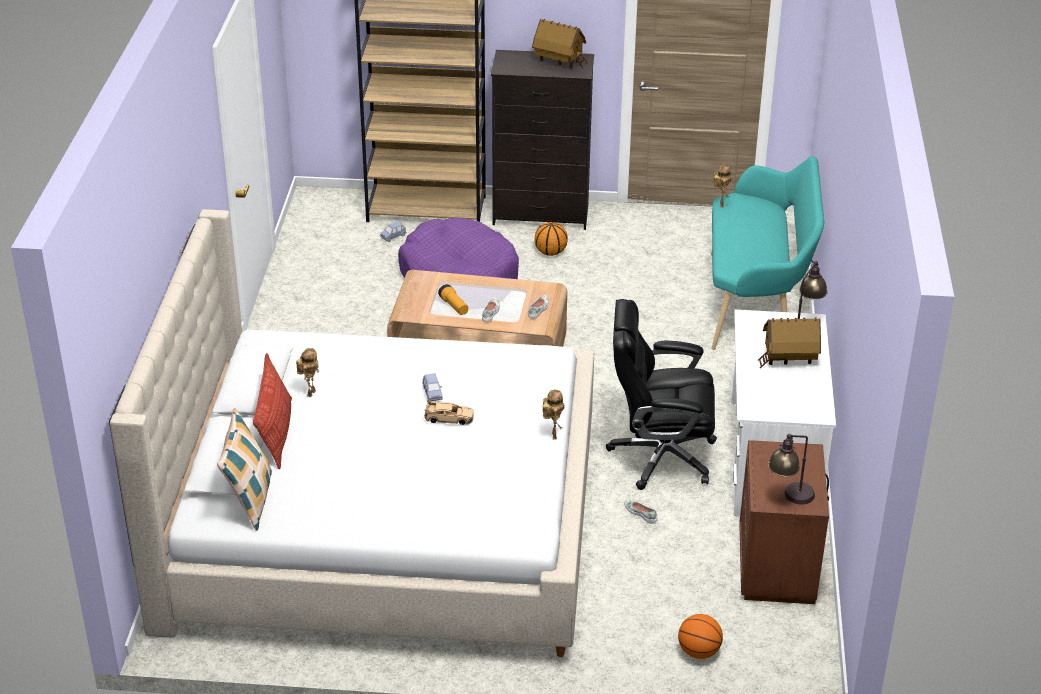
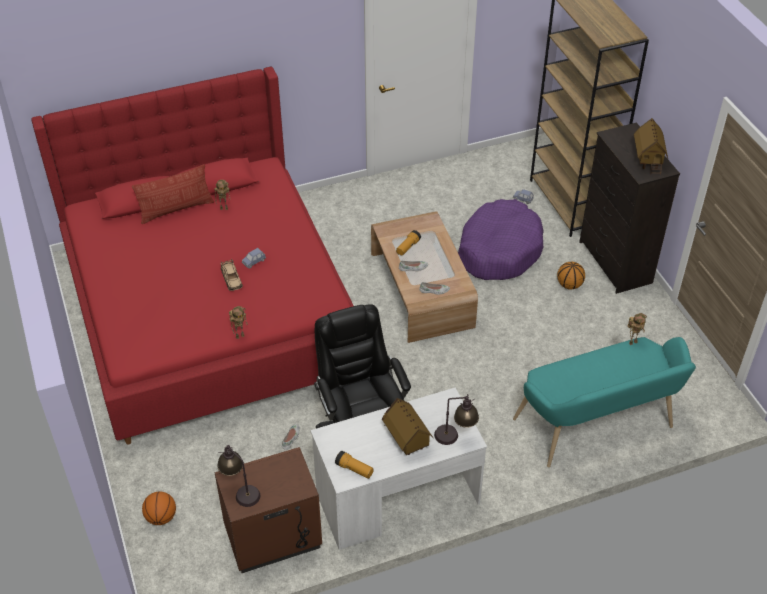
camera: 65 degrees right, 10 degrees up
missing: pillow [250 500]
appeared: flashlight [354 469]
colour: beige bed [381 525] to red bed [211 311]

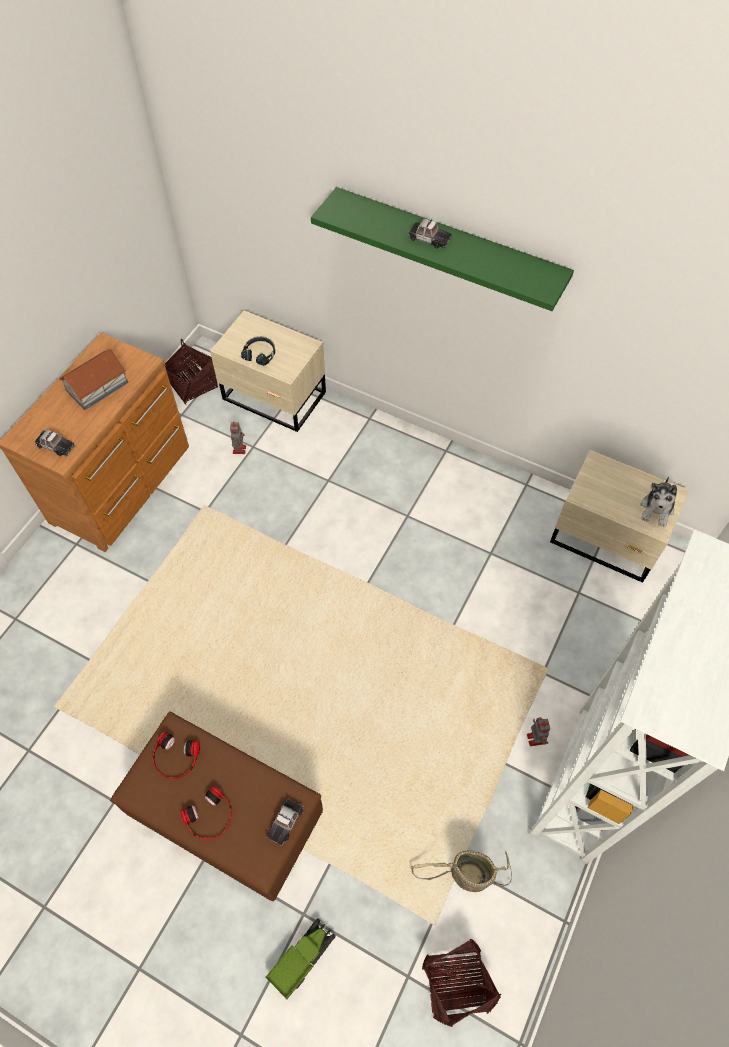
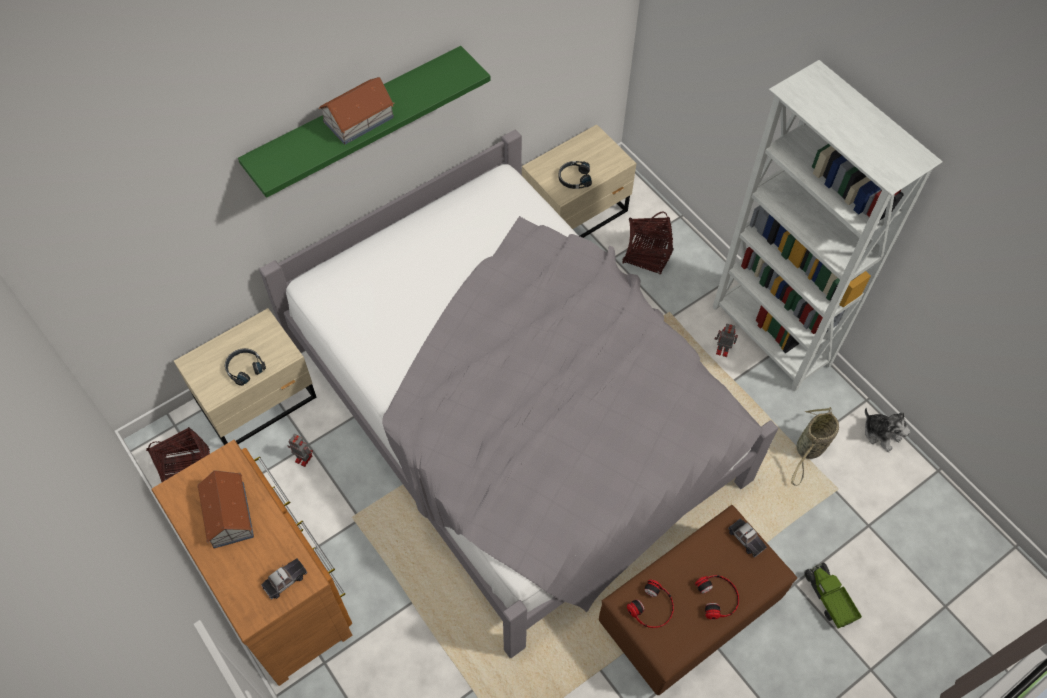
camera: 65 degrees left, 0 degrees up
appeared: grey bed [516 414]; black headphones [574 178]
relocated: plush toy [656 509] to [881 434]; basket [457 984] to [647 254]
exchanged: toy car [429 238] to toy house [357 119]

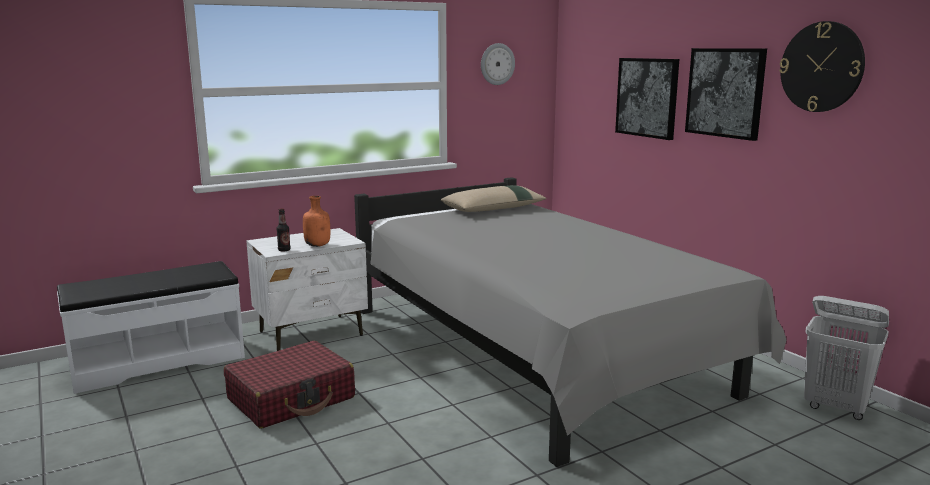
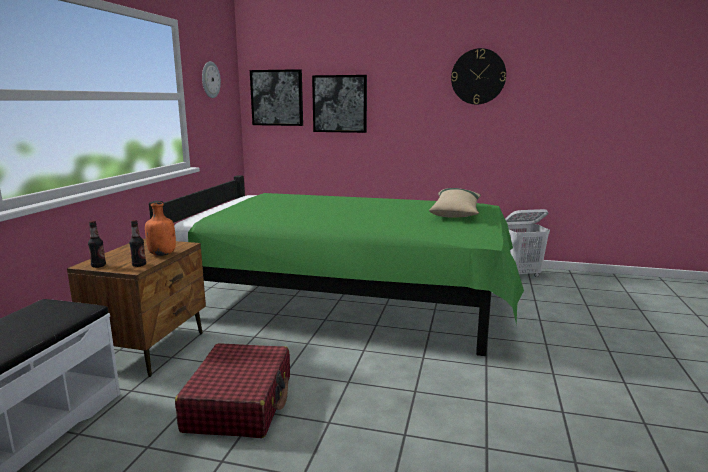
camera: 45 degrees left, 0 degrees up
appeared: bottle [98 266]
relocated: picture [725 92] to [277 98]; beige pillow [494 209] to [456 212]
colour: grey bed [536 354] to green bed [349 300]; white nightstand [312 334] to brown nightstand [151 349]

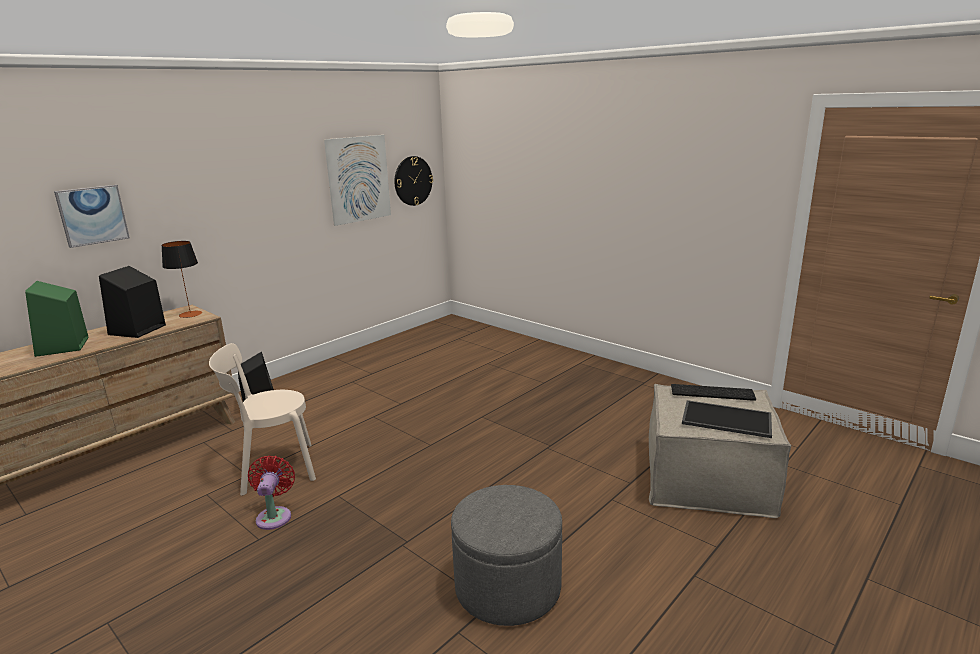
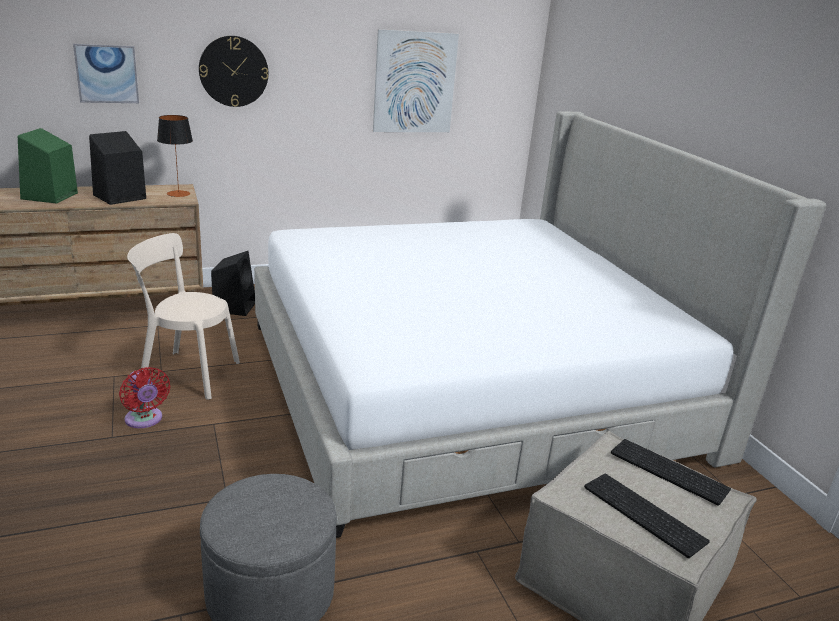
camera: 25 degrees right, 5 degrees up
appeared: bed [470 387]
relocated: wall clock [413 181] to [233 71]
exchanged: tray [725 420] to keyboard [641 514]
spun: red fan [274 516] = [145 420] 120 degrees clockwise

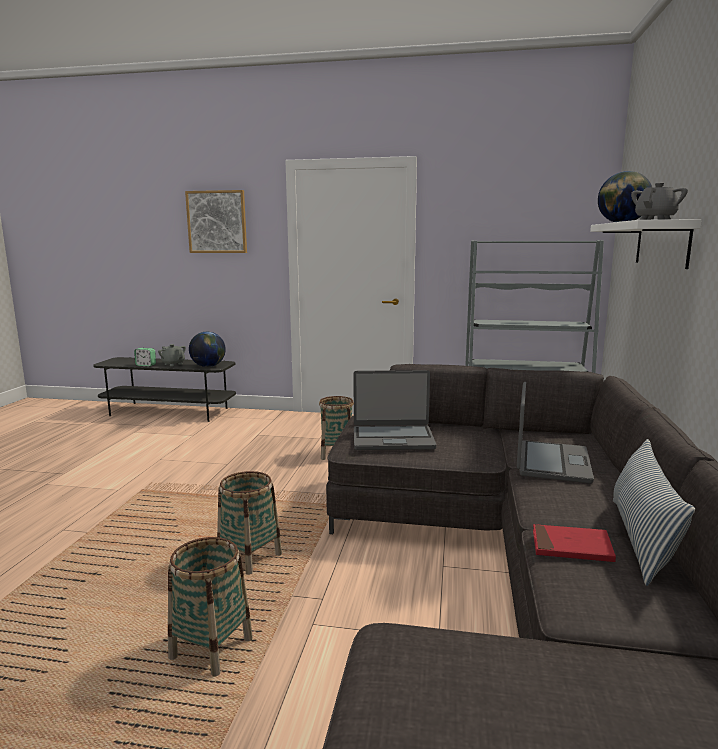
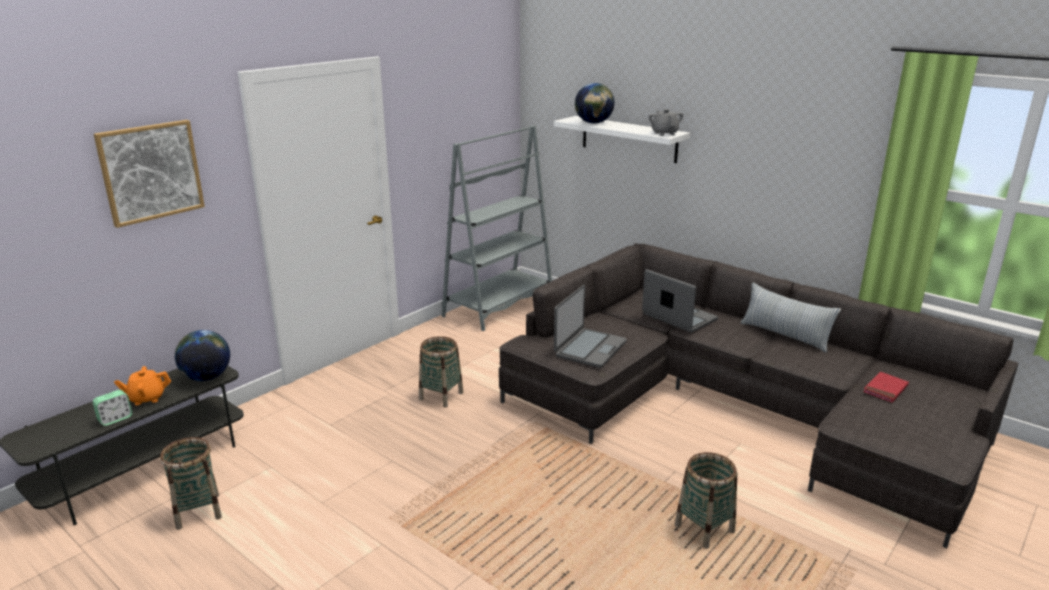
camera: 60 degrees left, 10 degrees up
relocated: basket [250 557] to [198 511]; red book [571 547] to [885 389]
colour: grey teapot [173 364] to orange teapot [146 398]

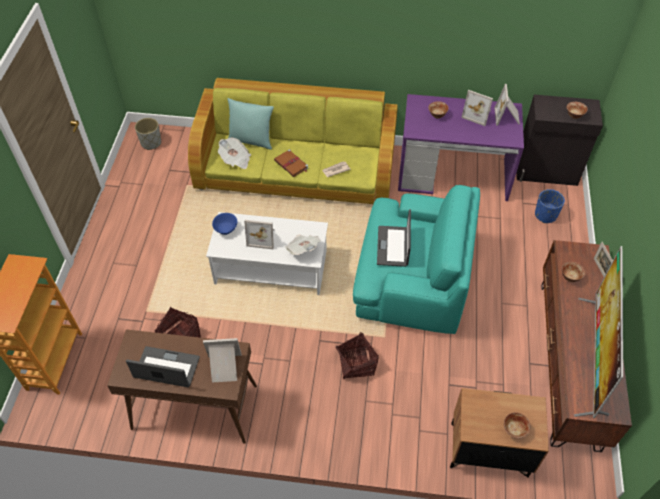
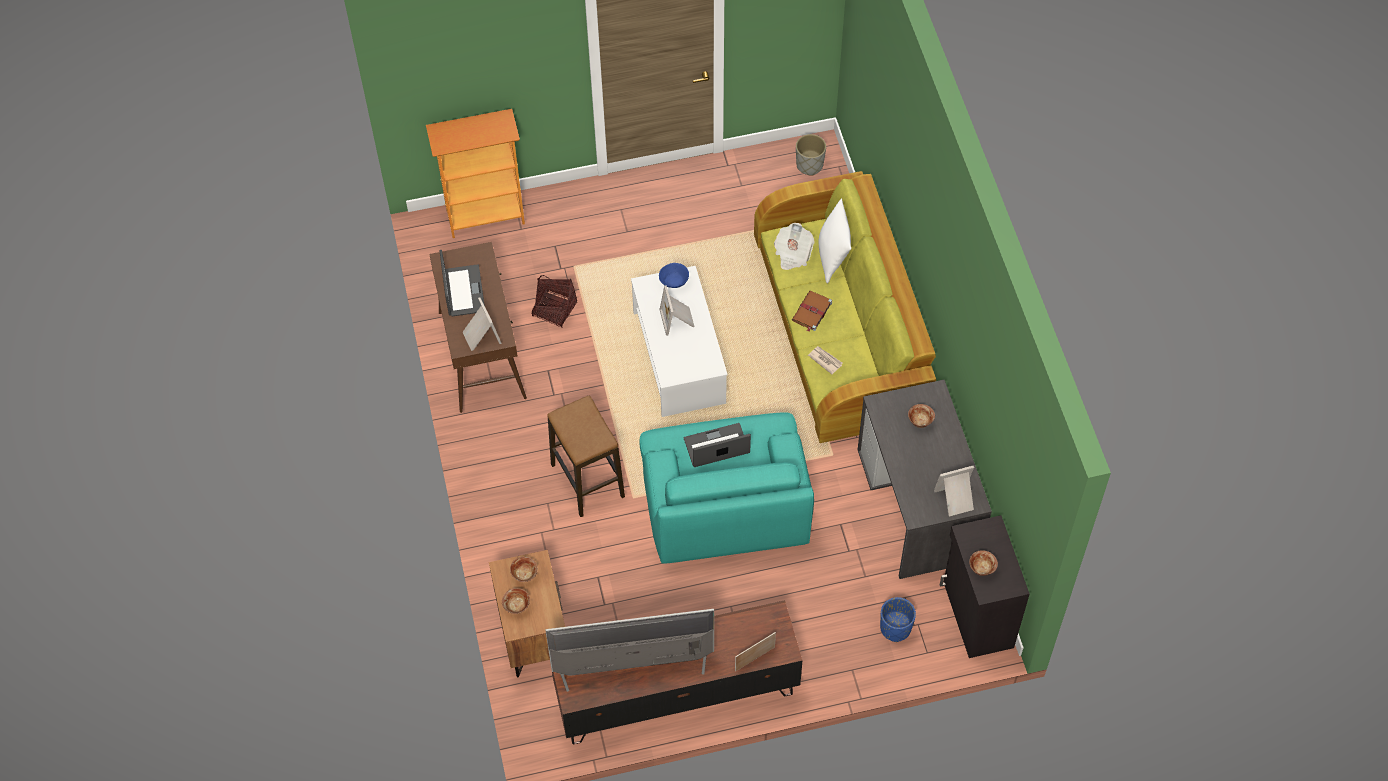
camera: 70 degrees right, 5 degrees up
missing: picture frame [477 114]; newspaper [303 249]
relocated: bowl [570 277] to [524 575]
exchanged: basket [356 364] to stool [588 481]
colour: purple desk [453 173] to grey desk [918 504]; turquoise pillow [251 140] to white pillow [833 258]

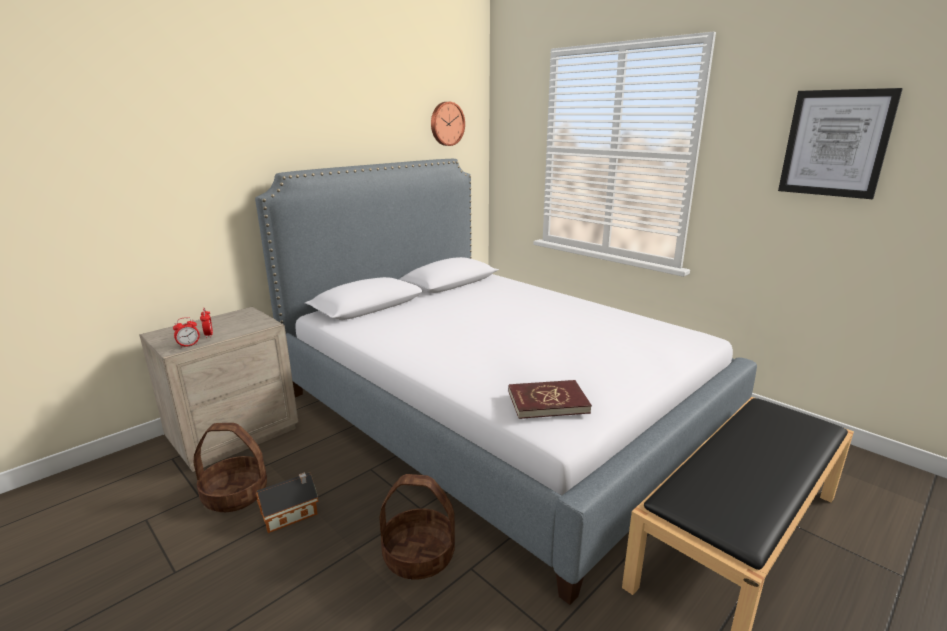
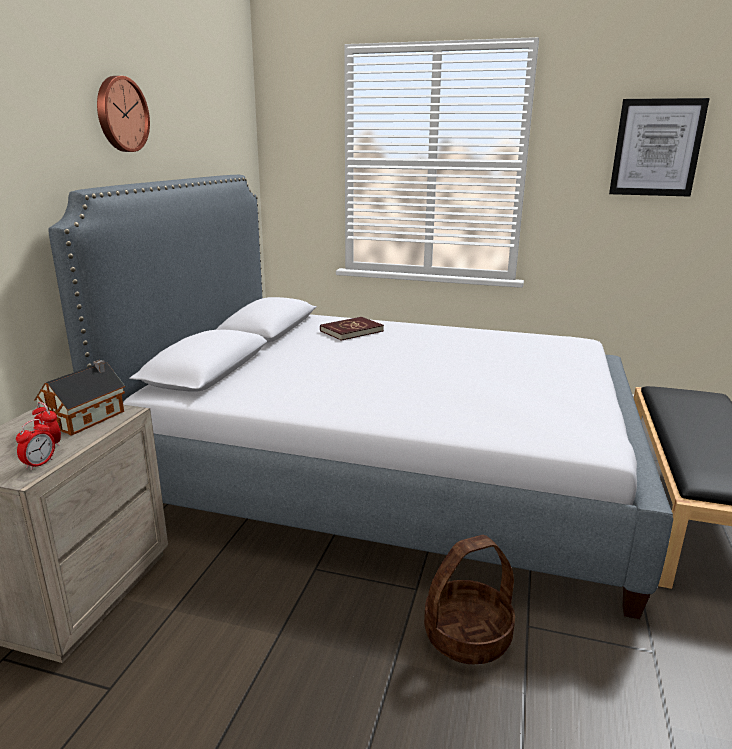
camera: 30 degrees left, 0 degrees up
missing: basket [236 494]
relocated: wall clock [446 124] to [121 114]; red book [548 402] to [351 331]; toy house [291 513] to [88 417]

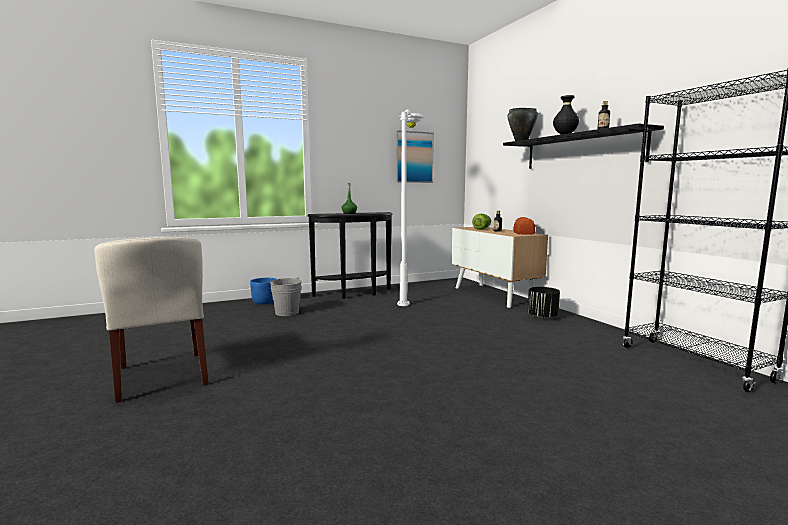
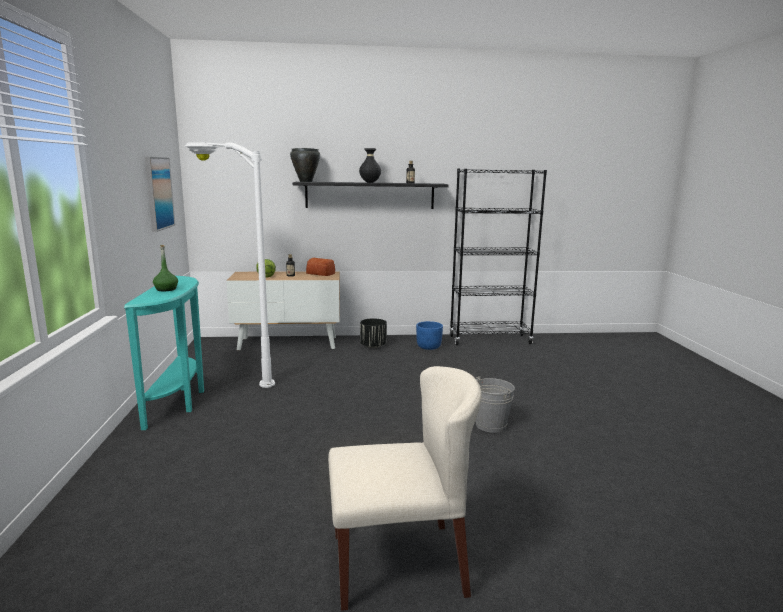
camera: 70 degrees left, 5 degrees up
relocated: grey bucket [287 312] to [490 425]; blue planter [265 302] to [429 347]
colour: black console table [356 294] to turquoise console table [179 401]

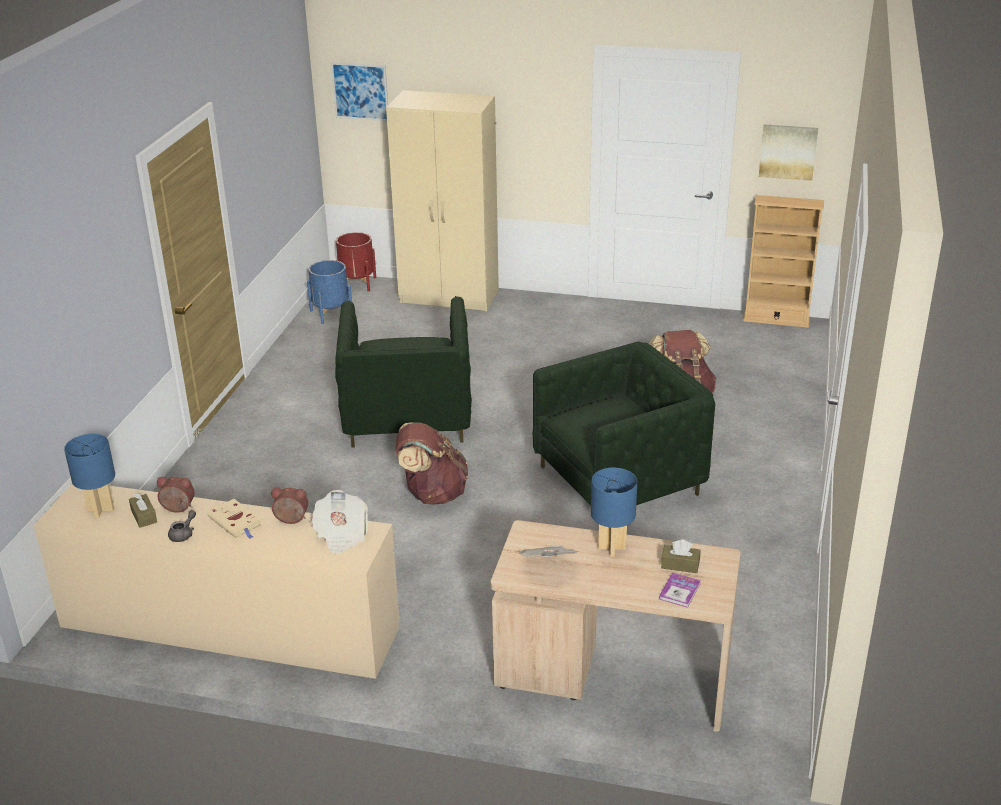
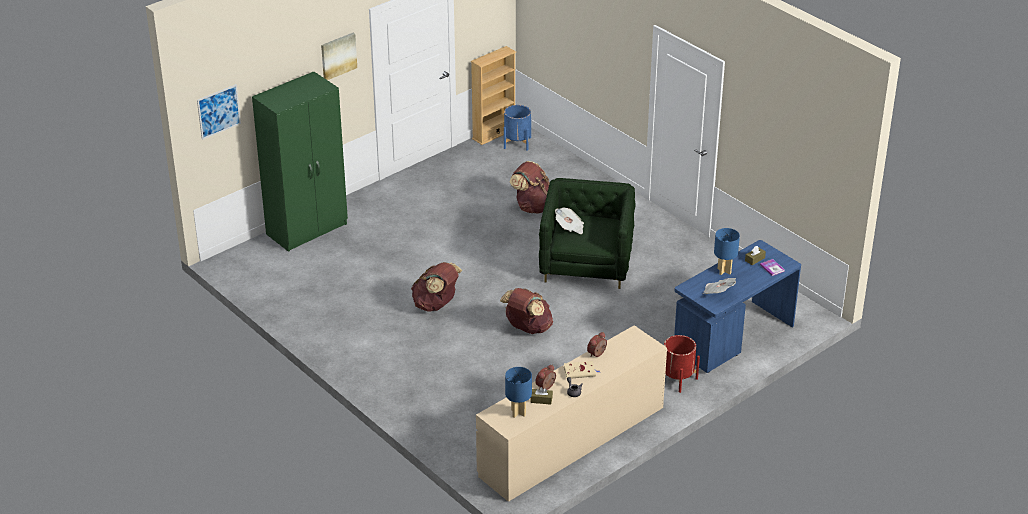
camera: 55 degrees left, 5 degrees up
relocated: picture [788 151] to [338 56]; red planter [357 283] to [677 379]; blue planter [331 313] to [517 143]; newspaper [341 535] to [570 228]
exchanged: green armchair [407 416] to brown backpack [436 305]
colour: beige wardrobe [450 297] to green wardrobe [308 229]; beige desk [612 677] to blue desk [733 338]

